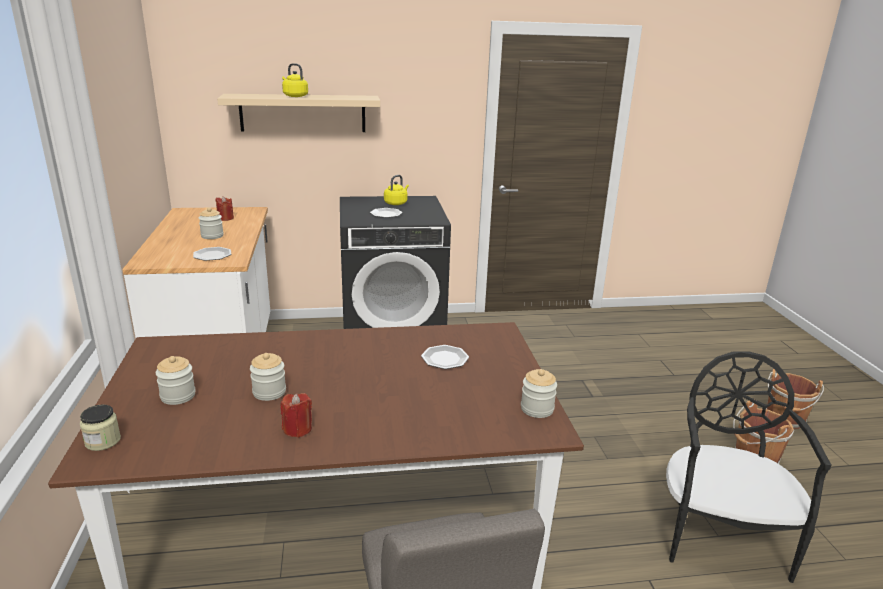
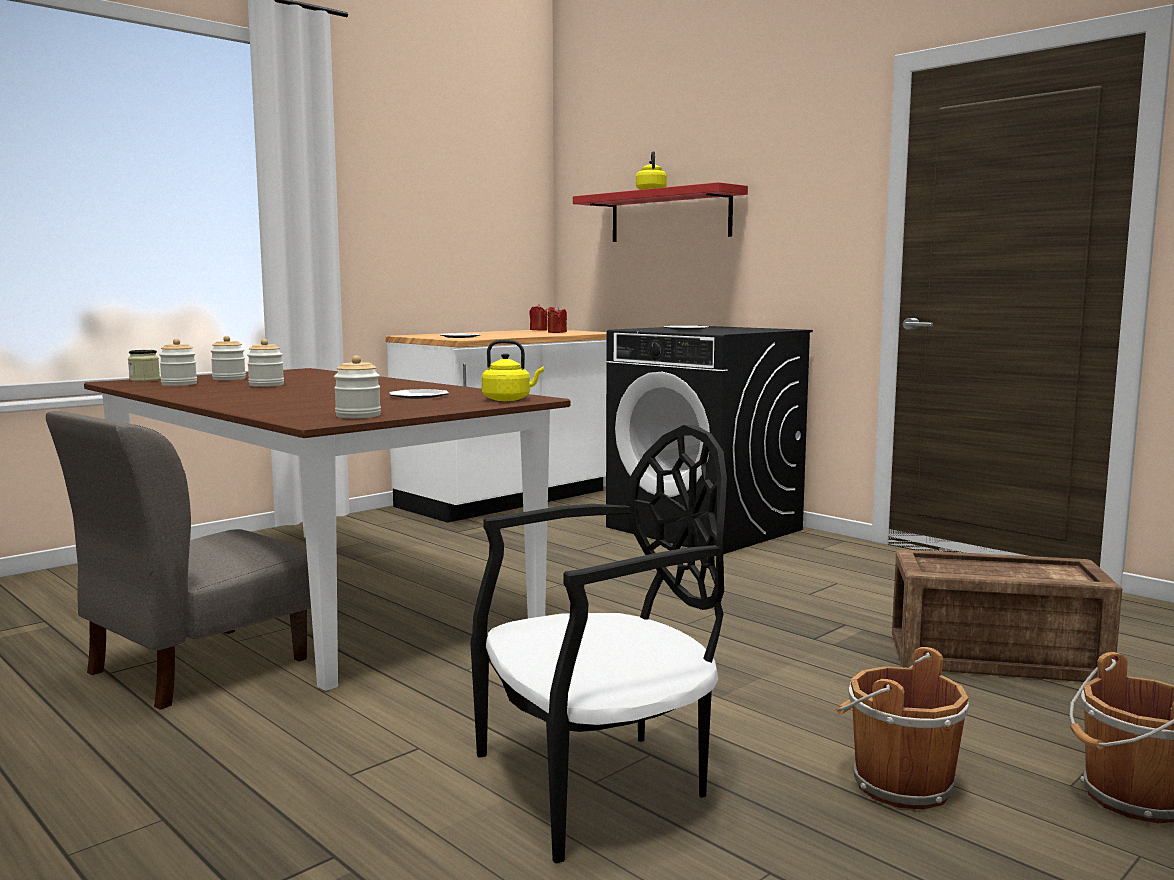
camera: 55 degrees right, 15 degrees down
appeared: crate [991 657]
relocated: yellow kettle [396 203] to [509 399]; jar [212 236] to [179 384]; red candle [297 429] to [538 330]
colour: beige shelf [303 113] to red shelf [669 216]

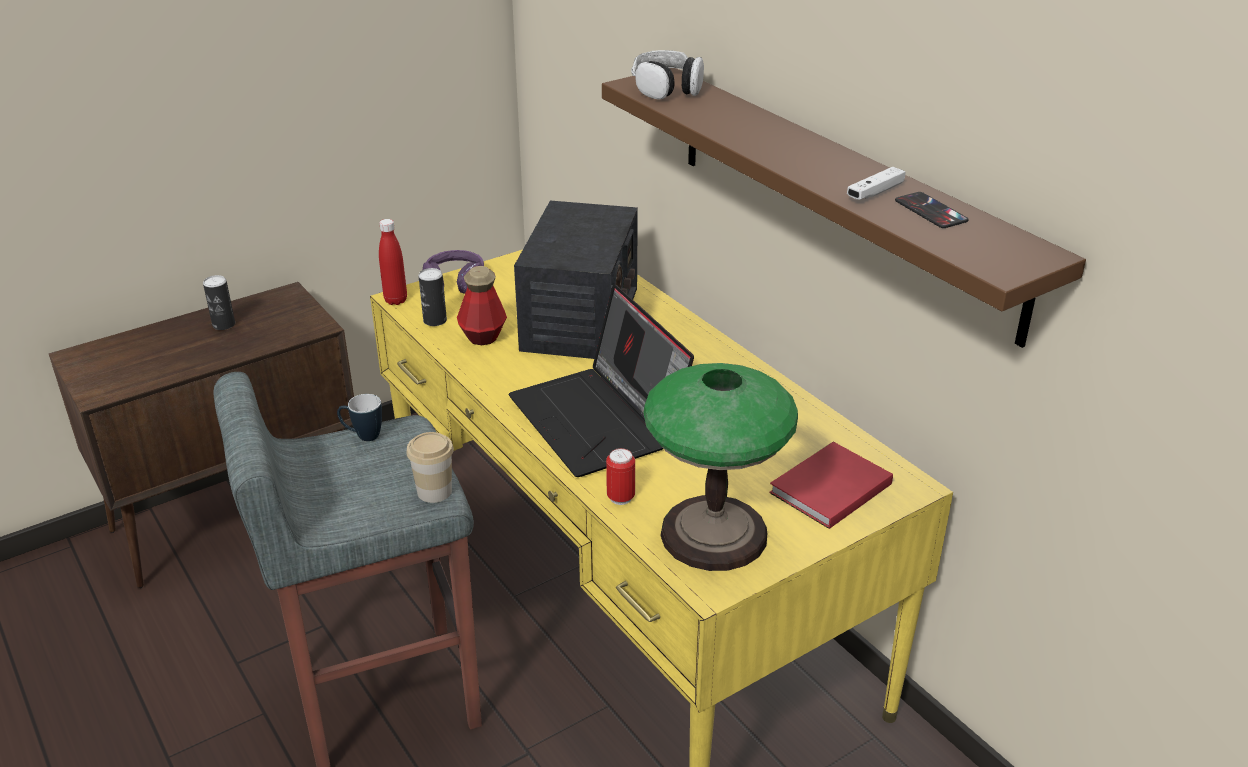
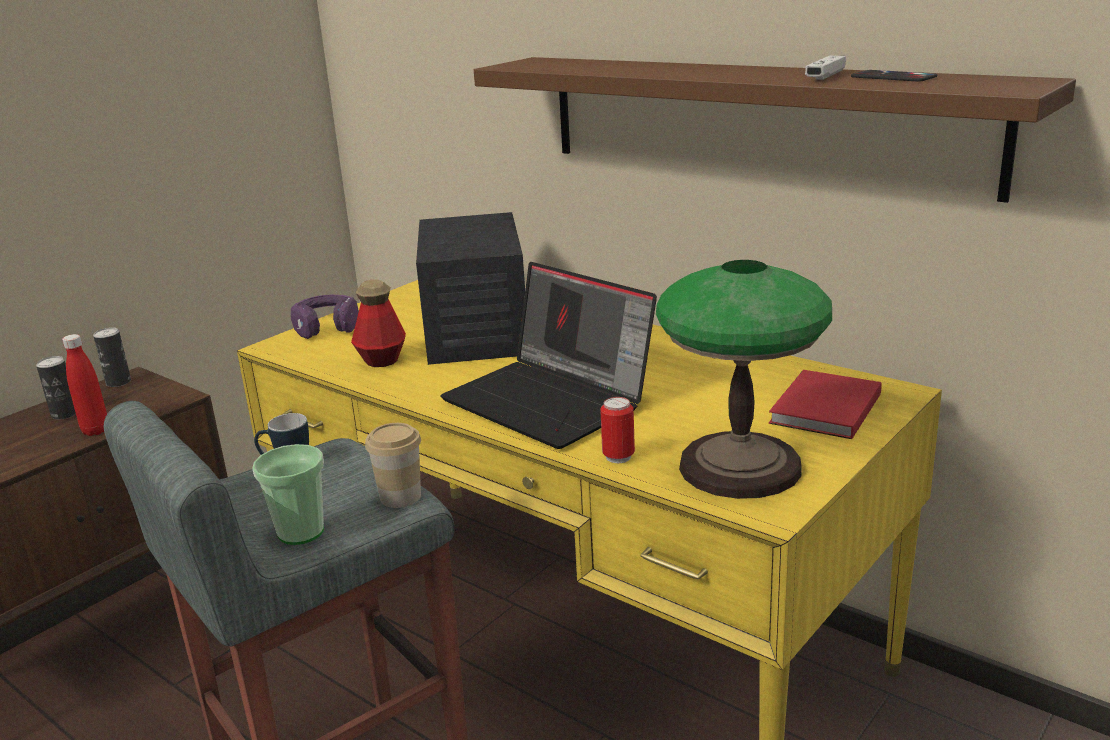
camera: 15 degrees left, 10 degrees down
missing: headphones [667 88]
appeared: cup [301 532]
relocated: red bottle [395 300] to [96 431]; can [435 320] to [118 382]

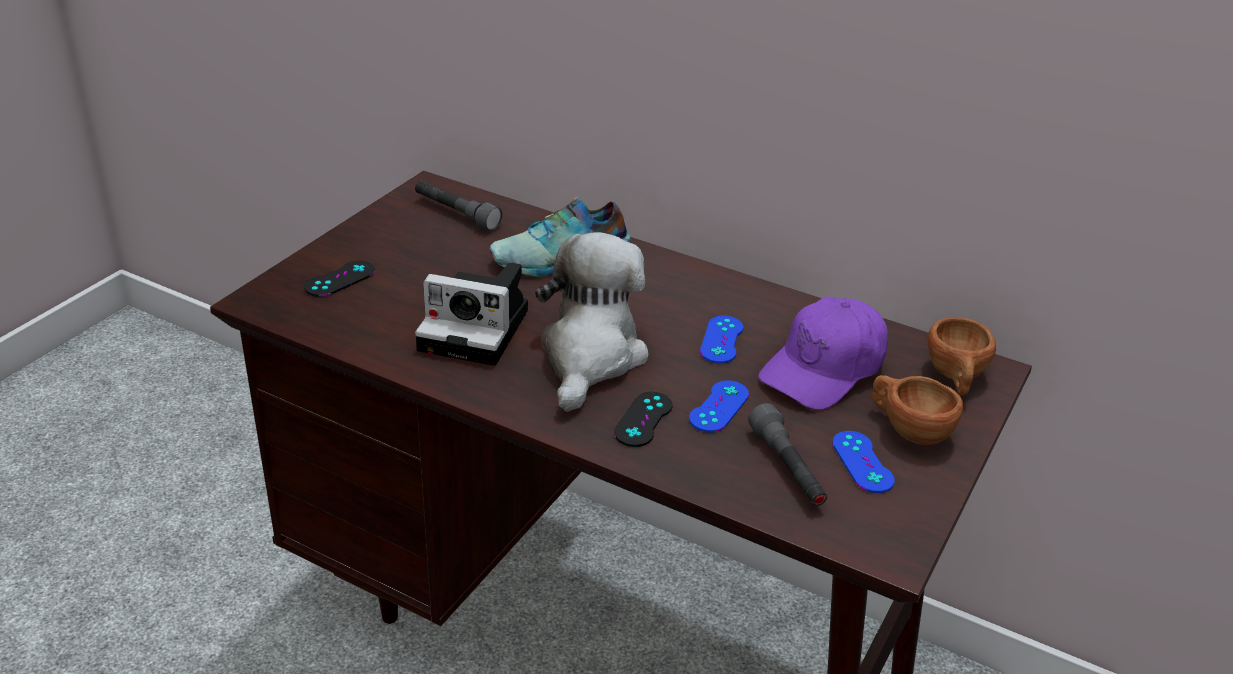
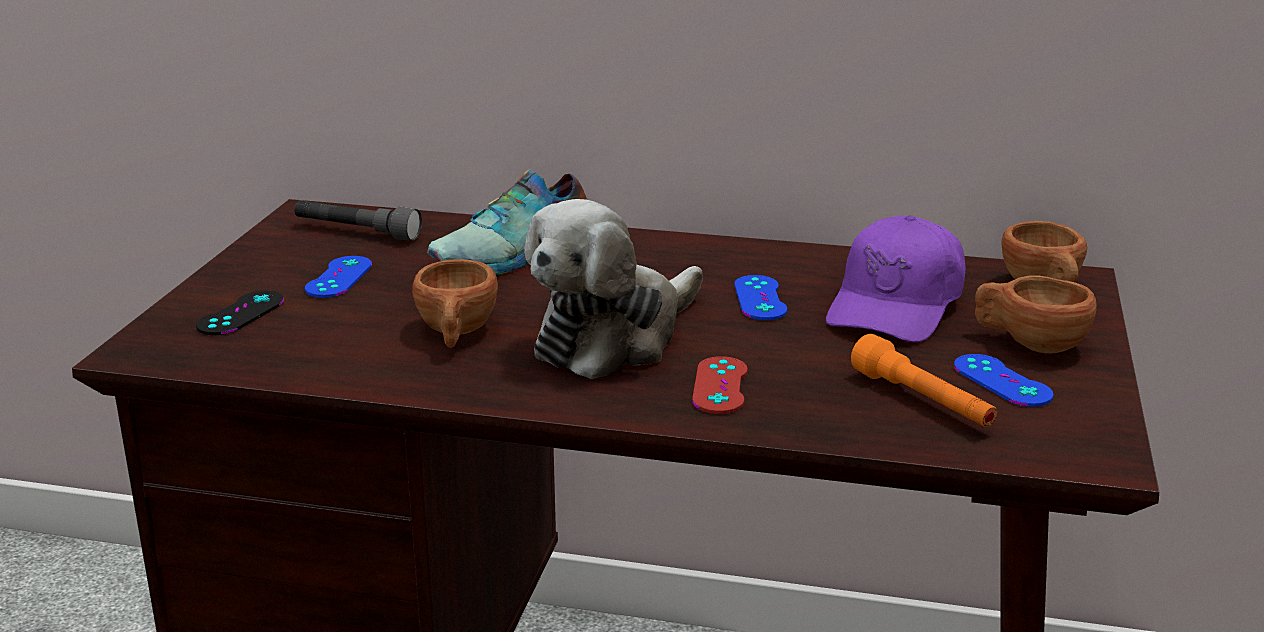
camera: 15 degrees left, 10 degrees down
relocated: blue game controller [719 407] to [339 277]
exchanged: photo camera [479 330] to brown cup [456 334]
colour: black game controller [643 419] to red game controller [720 386]; grey flashlight [787 468] to orange flashlight [922 402]
spun: plush toy [590 357] = [613 338] 135 degrees counterclockwise

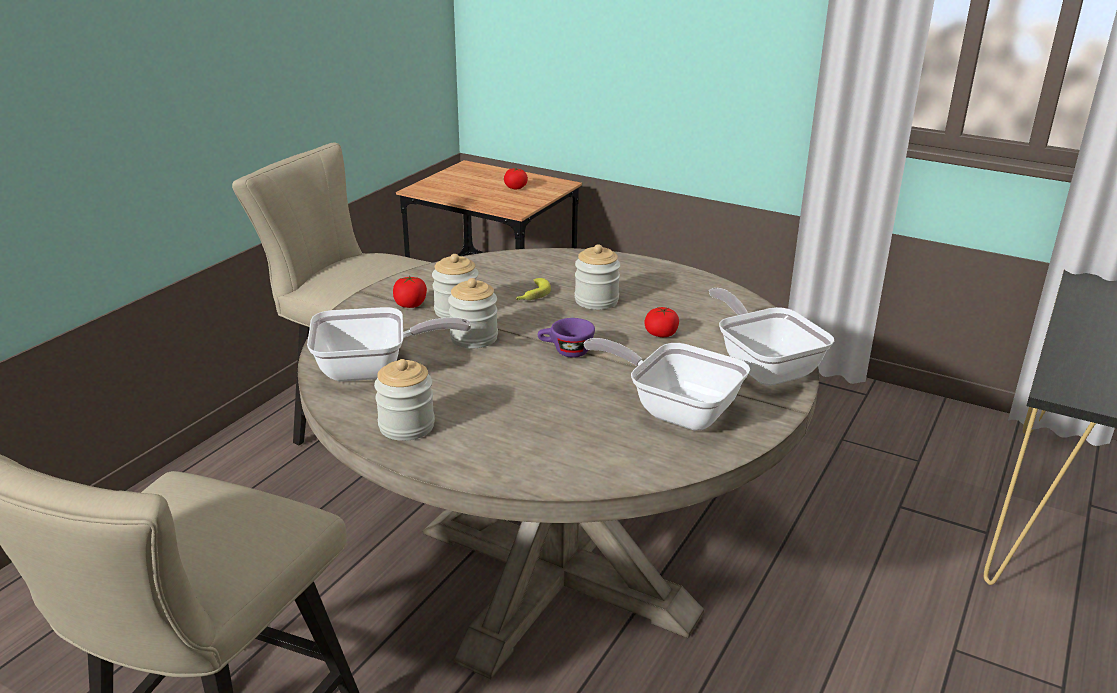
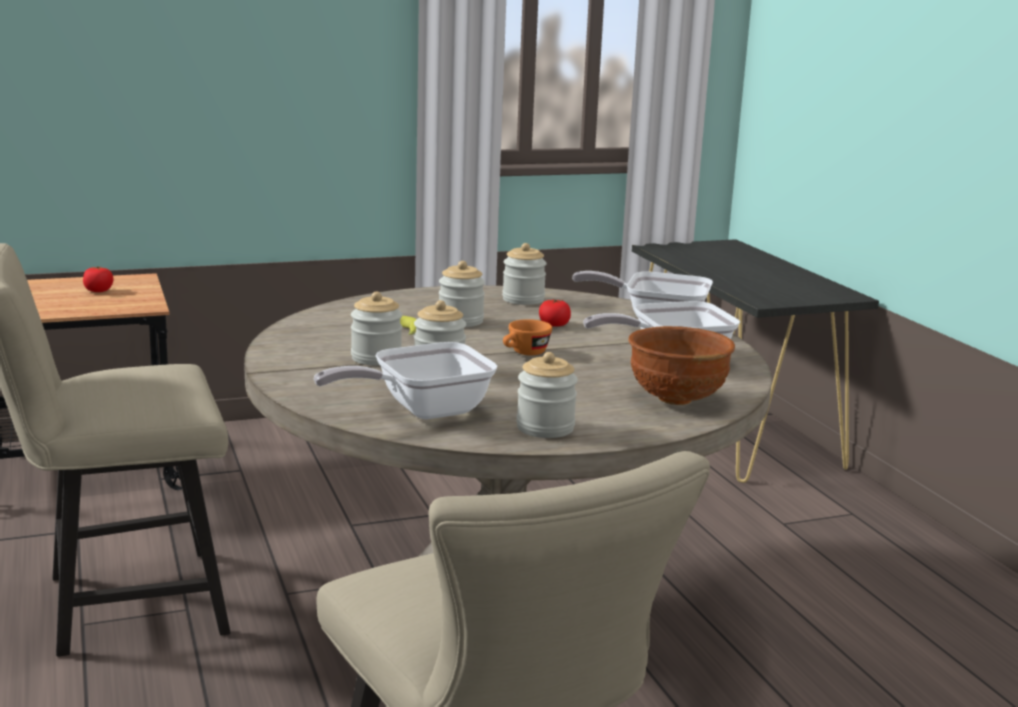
camera: 50 degrees left, 10 degrees down
missing: tomato [410 304]
appeared: jar [523 299]; brown bowl [676 399]
colour: purple cup [565 352] to orange cup [525 353]
spun: frying pan [373 370] = [421 411] 150 degrees counterclockwise

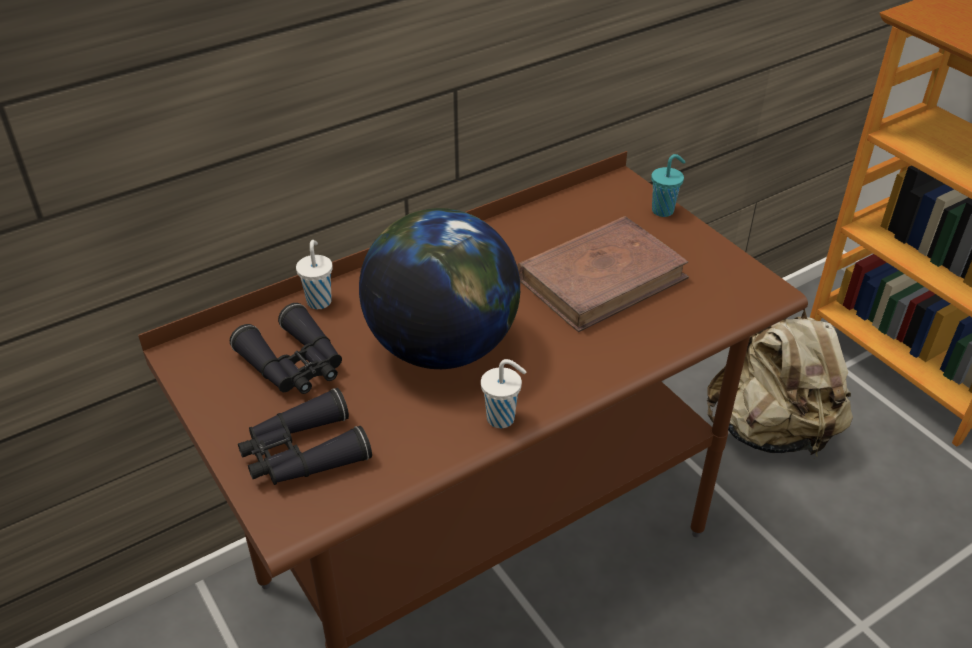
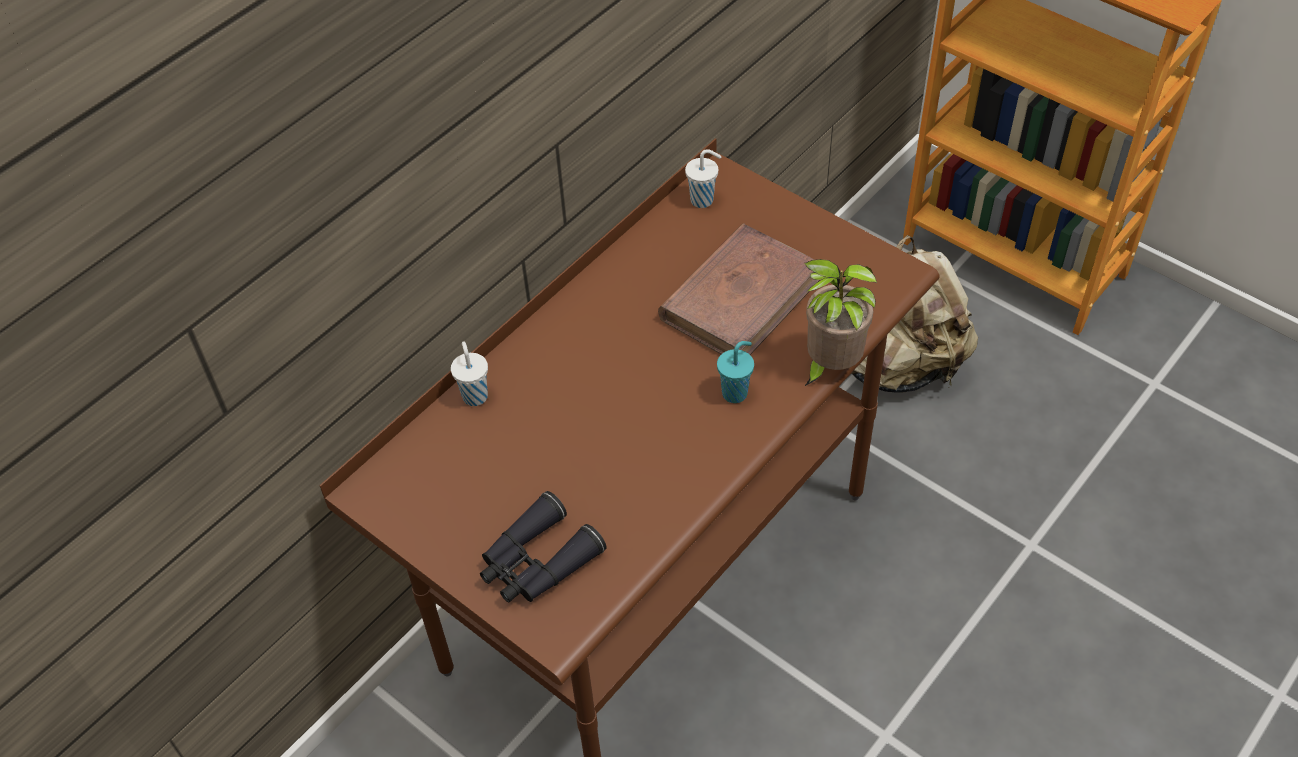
camera: 15 degrees left, 10 degrees up
missing: globe [442 346]; black binoculars [294 365]
appeared: potted plant [830 366]
relocated: turquoise cup [664 210] to [736 392]; white cup [502 419] to [703 200]

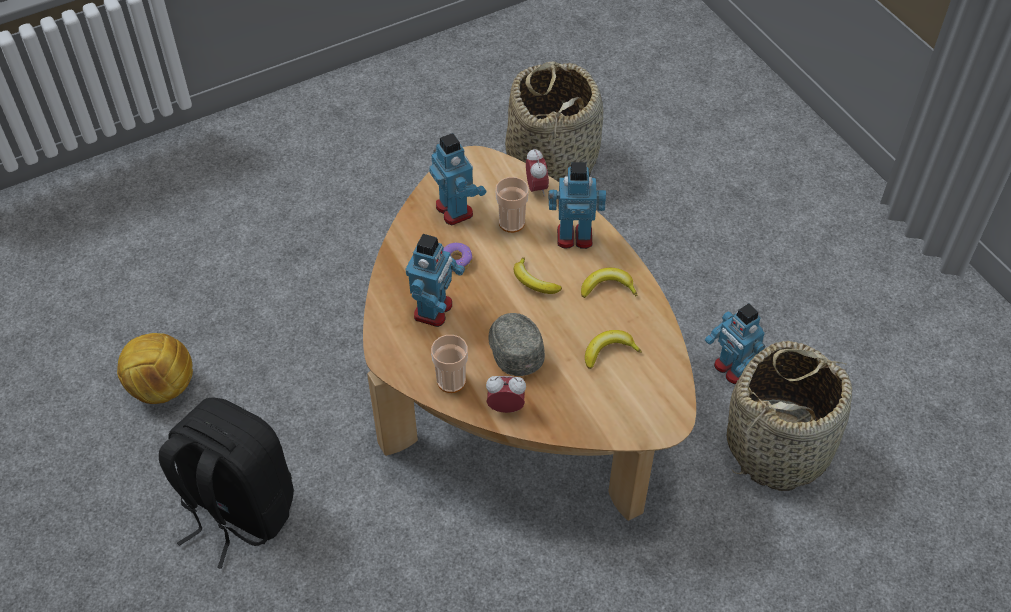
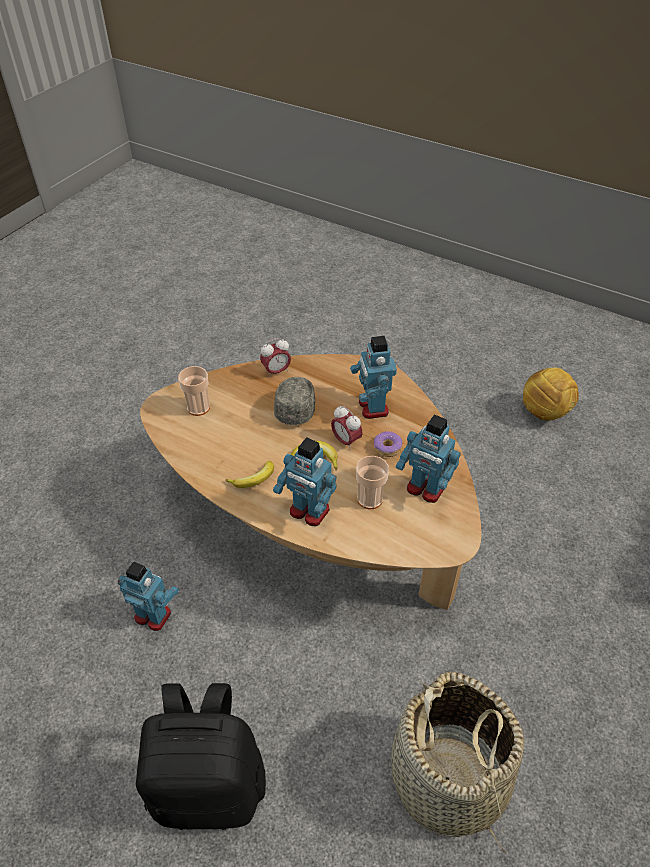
camera: 150 degrees right, 5 degrees down
missing: banana [609 351]; basket [779 445]
relocated: alarm clock [536 188] to [346 441]; cup [451 381] to [198 407]; black backpack [237 509] to [210 785]
spun: toy robot [574 236] = [308 511] 60 degrees clockwise; grey cap [514 349] = [296 406] 120 degrees counterclockwise

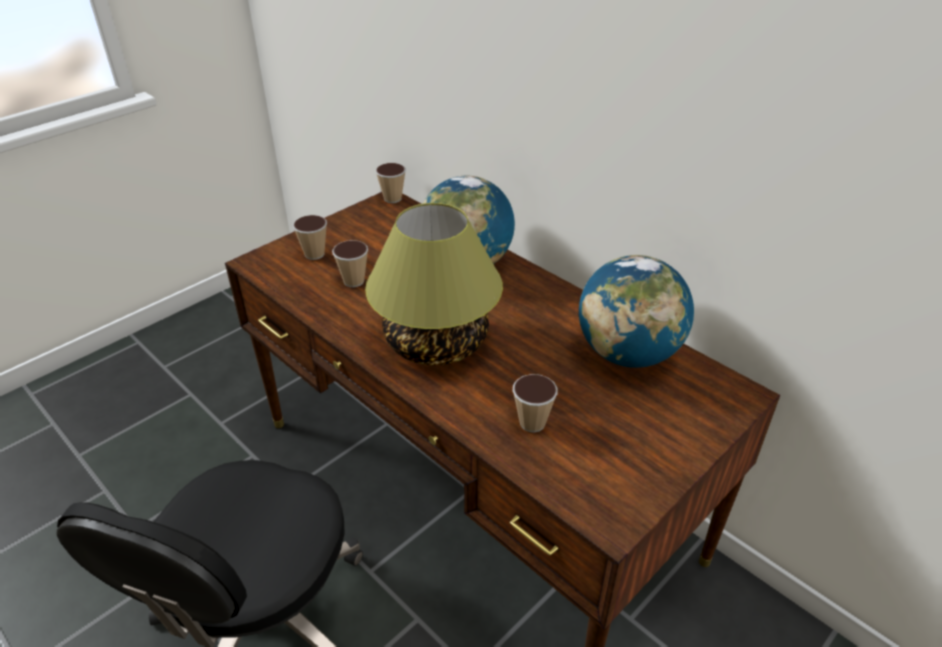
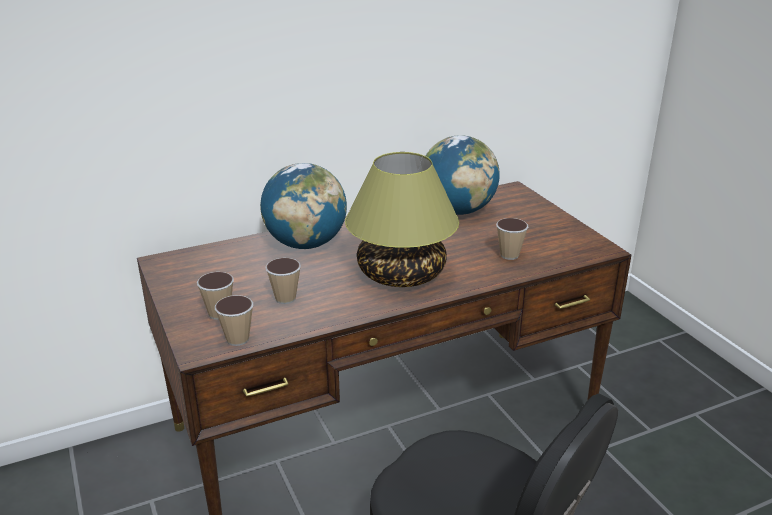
camera: 70 degrees left, 10 degrees down
relocated: cup [392 198] to [237 339]

